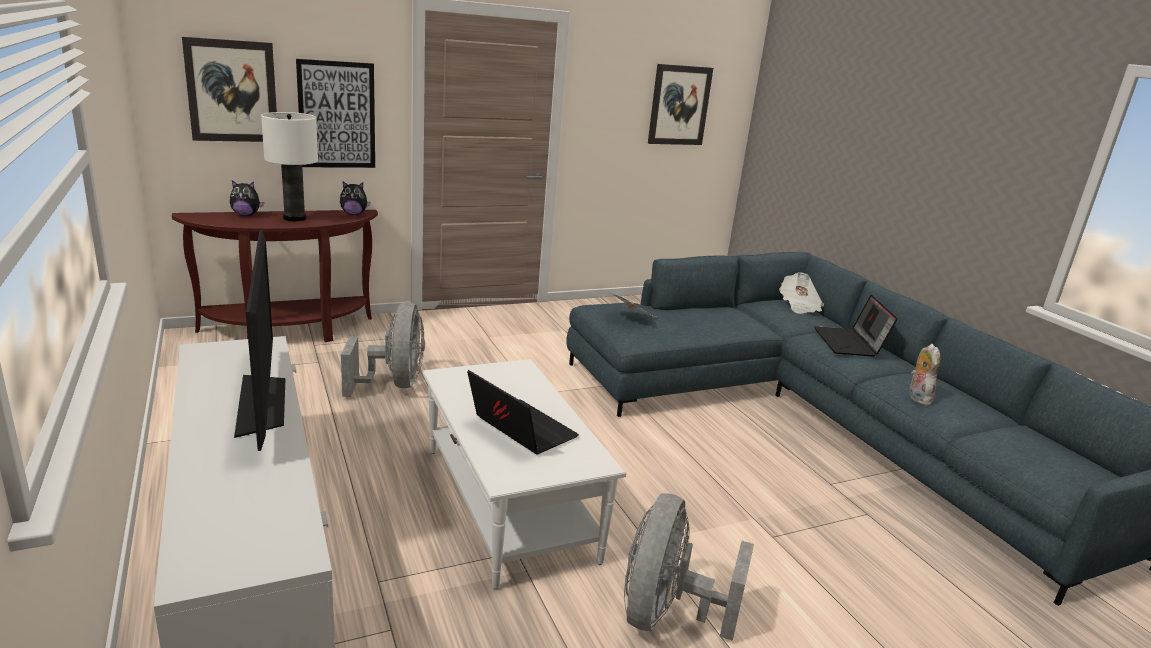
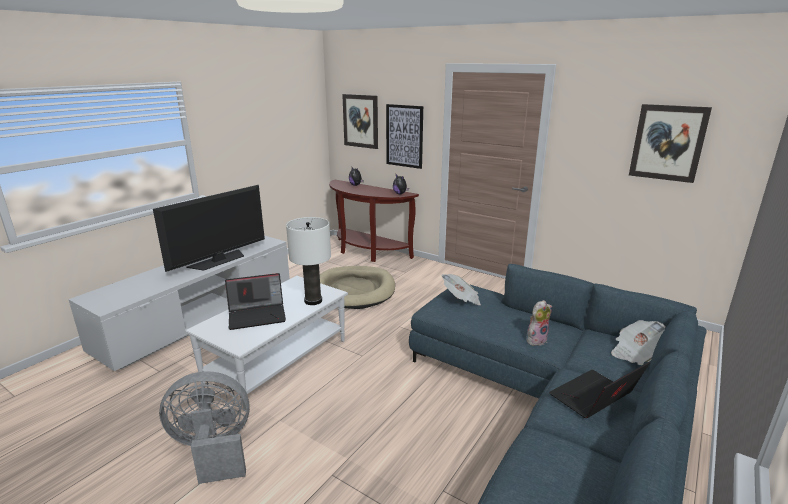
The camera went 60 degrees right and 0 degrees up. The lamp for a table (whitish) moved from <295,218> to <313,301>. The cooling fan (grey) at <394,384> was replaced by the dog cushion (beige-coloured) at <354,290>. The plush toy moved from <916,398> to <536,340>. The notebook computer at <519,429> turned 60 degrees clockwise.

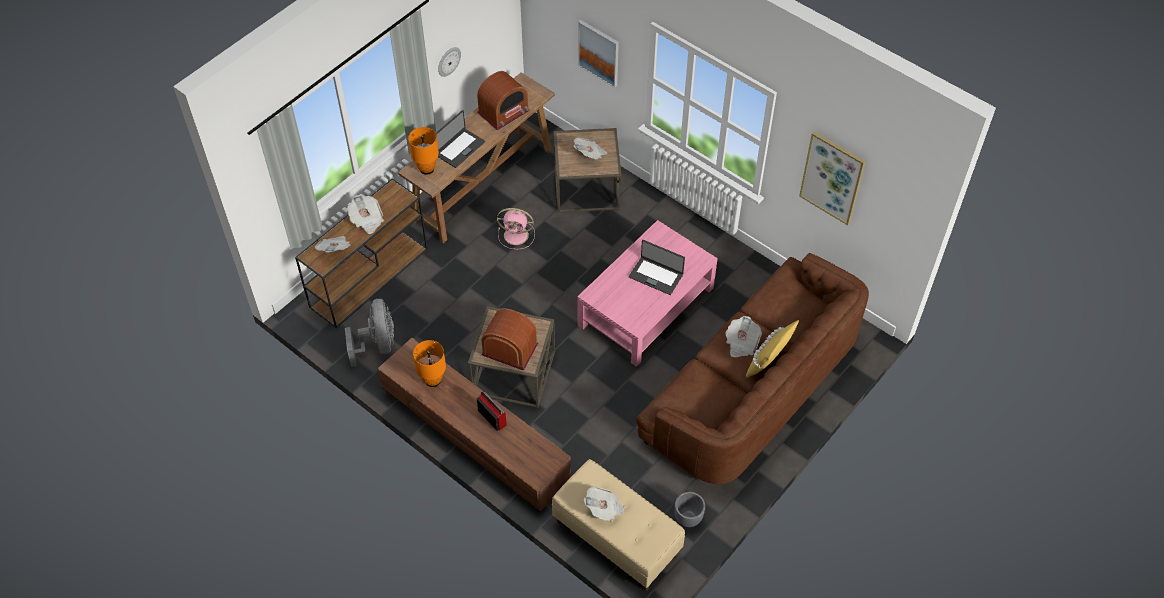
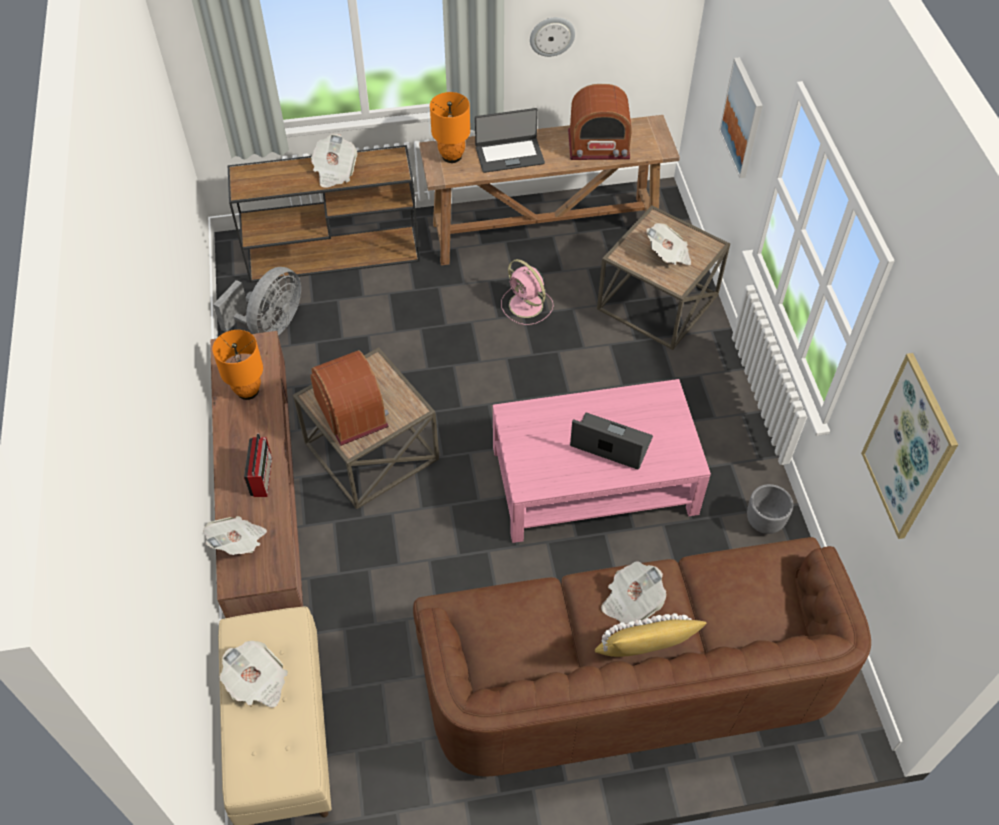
The camera went 40 degrees right and 0 degrees up. The printed paper moved from <335,250> to <238,542>. The notebook computer at <656,275> turned 135 degrees clockwise. The flower pot (grey) moved from <688,518> to <763,523>.

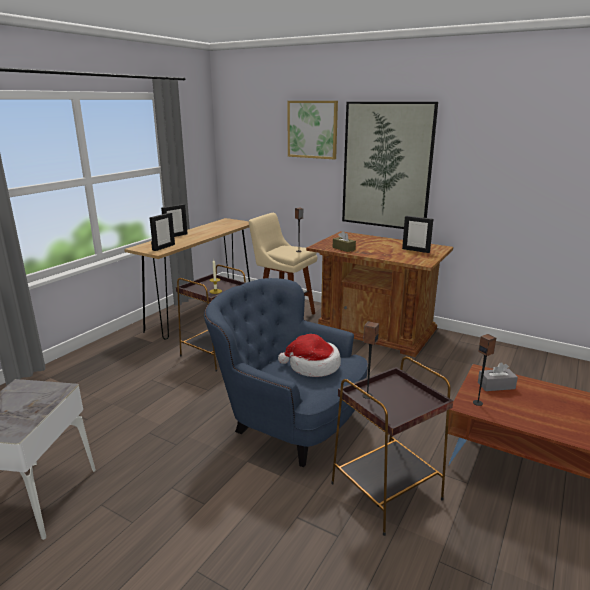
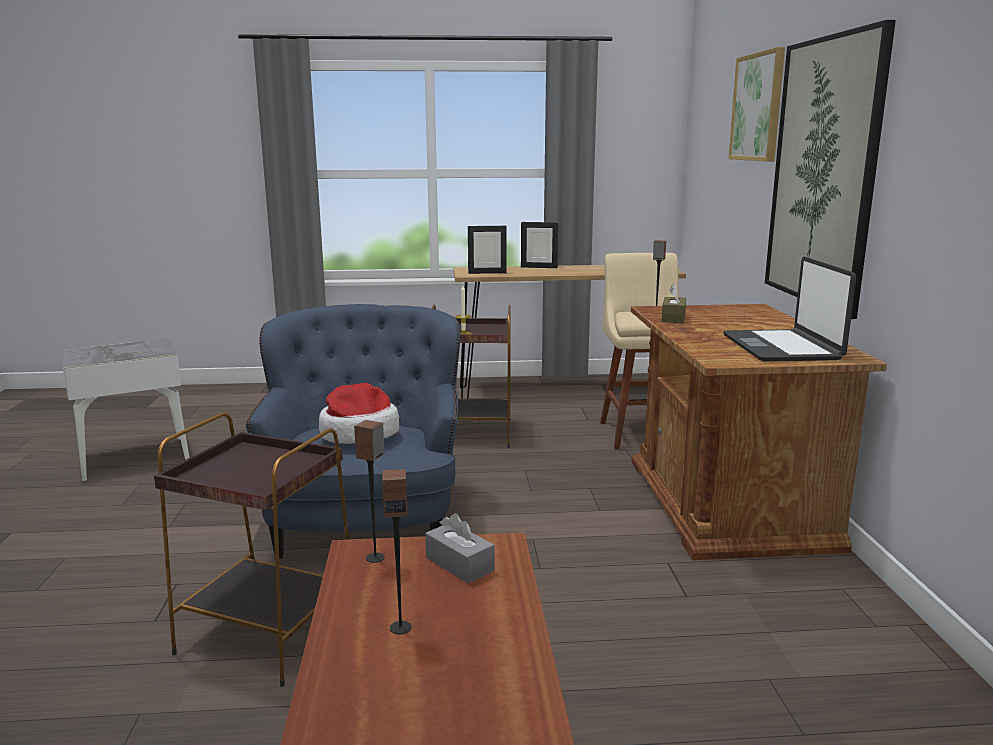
The camera went 55 degrees right and 5 degrees down. The picture frame at <416,250> was replaced by the notebook computer at <782,347>. The audio speaker moved from <367,395> to <400,627>.

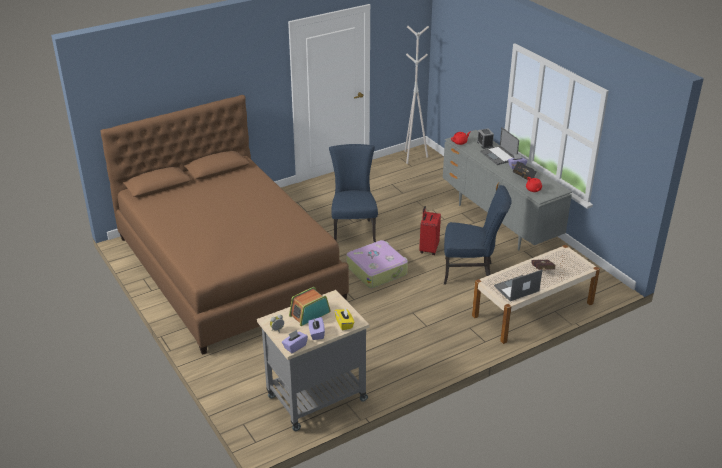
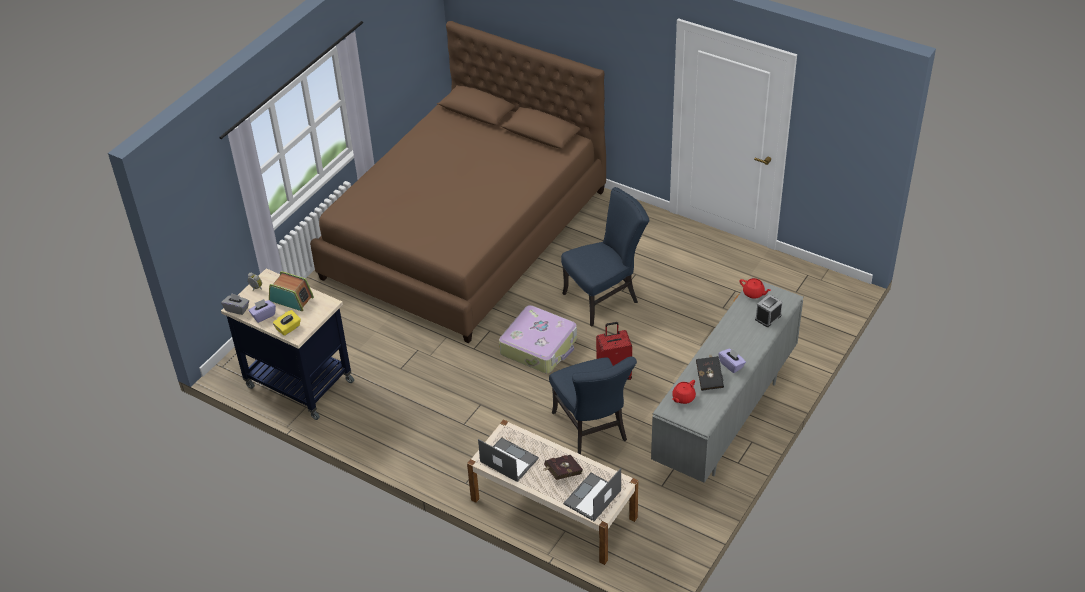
The camera went 65 degrees right and 10 degrees up. The garment rack (grey) at <413,157> disappeared. The notebook computer moved from <499,156> to <592,498>. The wheeled cart (grey) at <316,399> became the wheeled cart (blue-coloured) at <298,384>. The tissue holder (purplish) at <295,346> became the tissue holder (grey) at <237,309>.

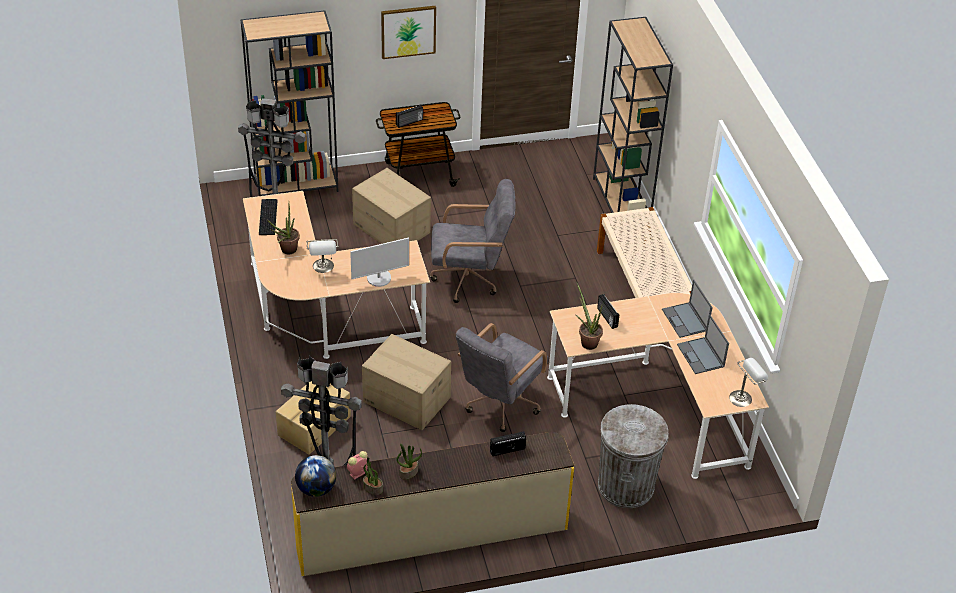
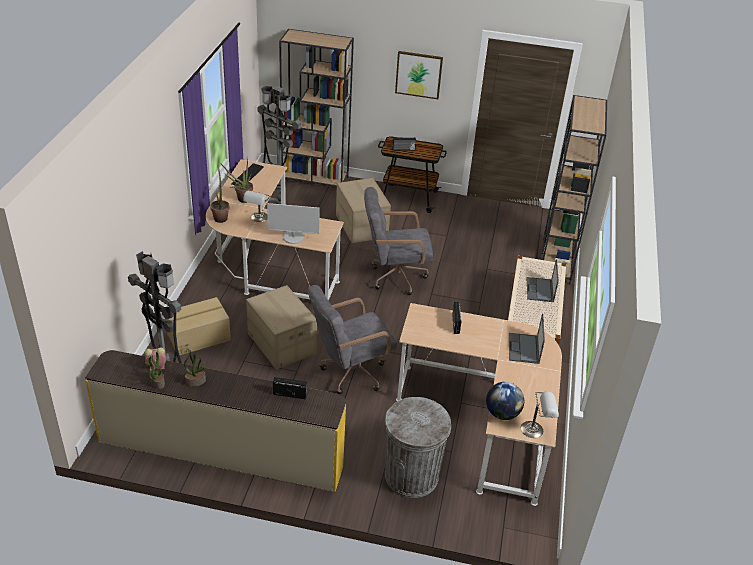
The camera went 25 degrees right and 5 degrees down. The office chair (grey) at <470,281> turned 150 degrees clockwise. The houseplant moved from <587,341> to <220,217>. The notebook computer moved from <701,356> to <540,290>. The desk globe moved from <316,489> to <502,413>.

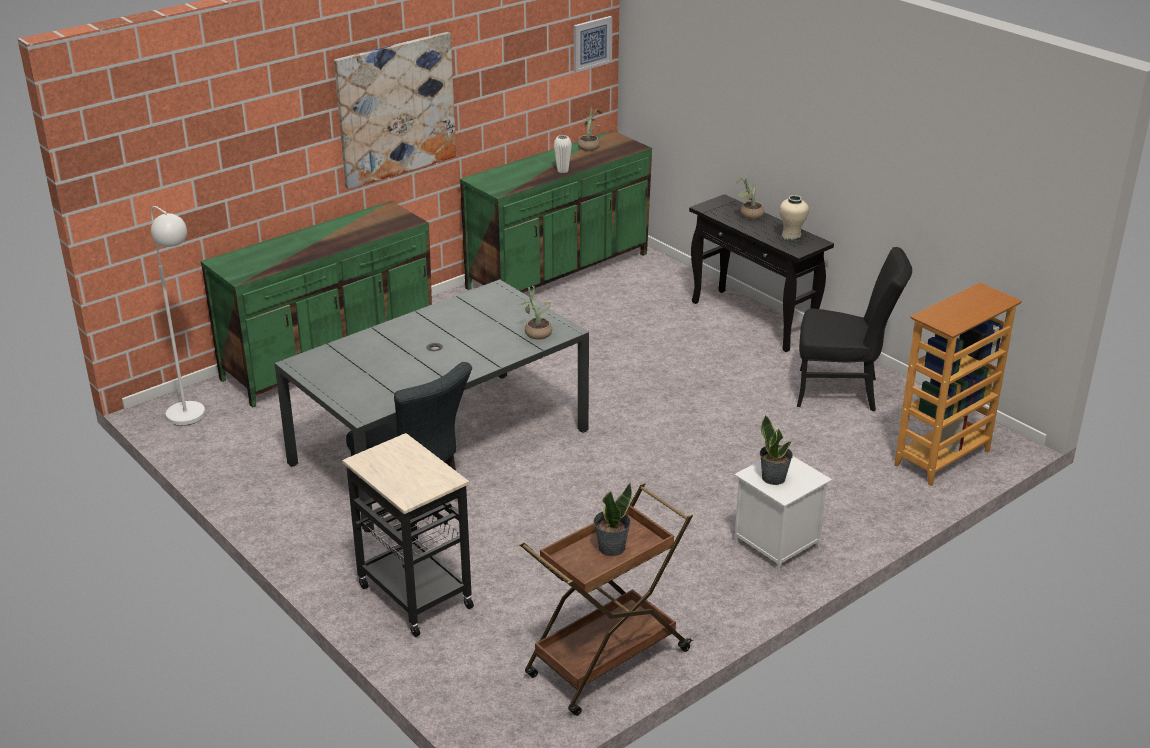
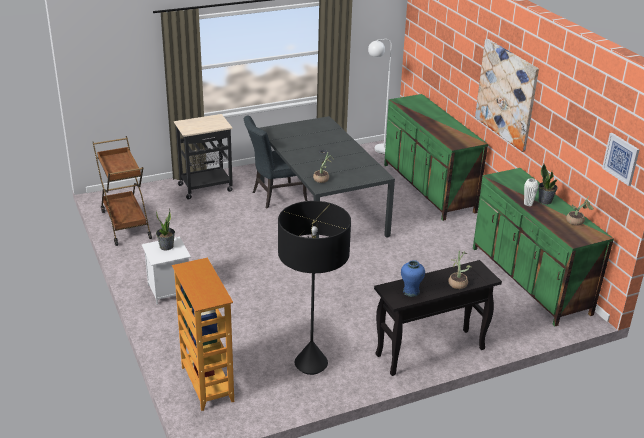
The camera went 105 degrees right and 0 degrees up. The flower vase (beige-coloured) at <791,237> became the flower vase (blue-coloured) at <411,292>. The chair (blackish) at <843,391> was replaced by the floor lamp (blackish) at <311,366>. The houseplant moved from <611,547> to <545,201>.

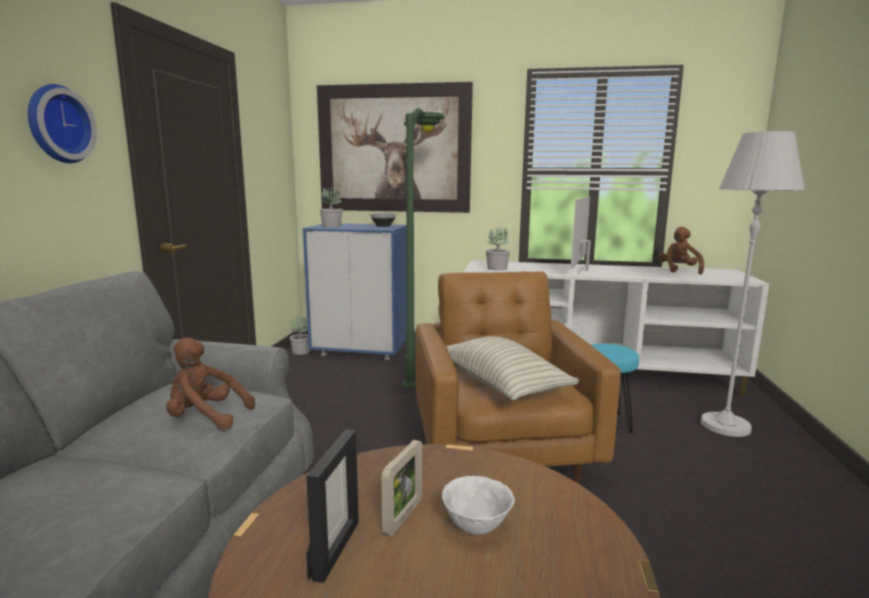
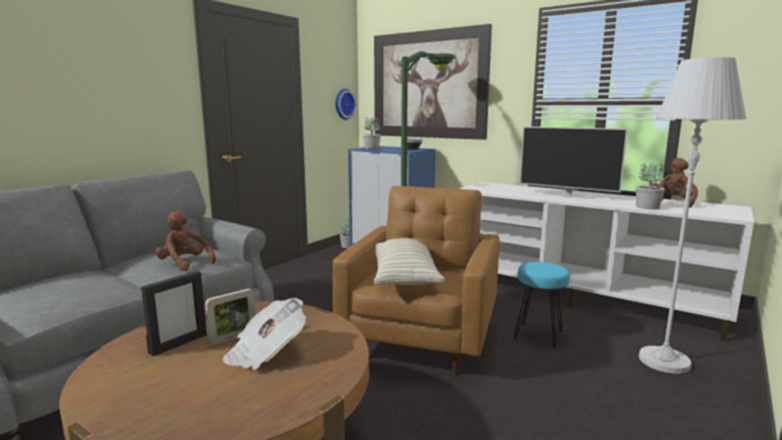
The camera went 25 degrees right and 0 degrees up. The clock on the wall moved from <57,124> to <343,104>. The TV at <582,270> turned 105 degrees counterclockwise. The houseplant moved from <497,268> to <648,207>. The serving bowl (whitish) at <477,527> was replaced by the printed paper at <266,353>.

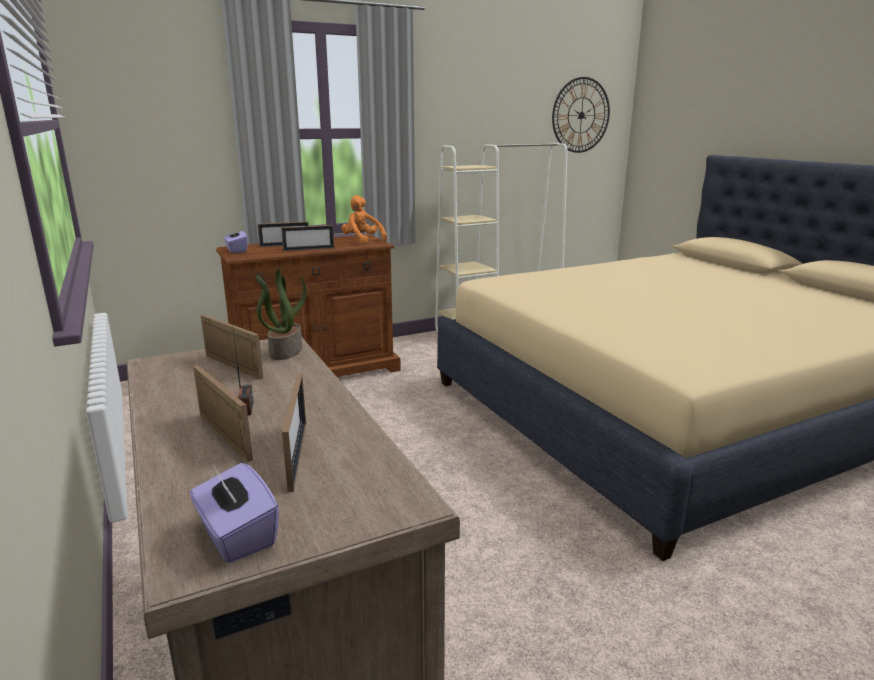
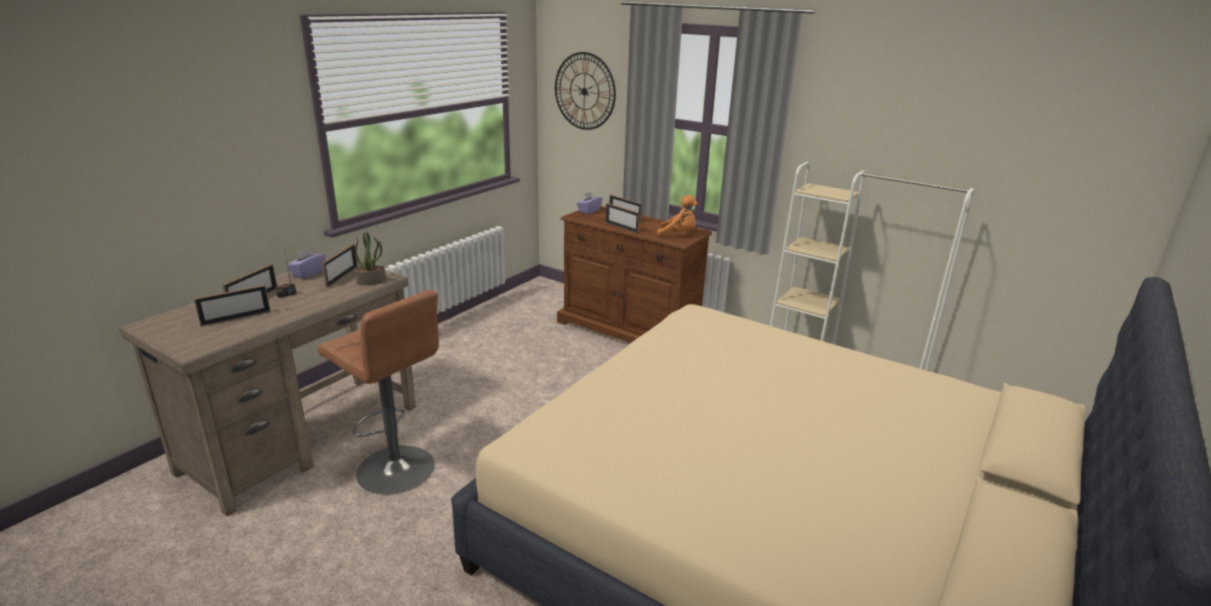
The camera went 60 degrees right and 5 degrees up. The clock on the wall moved from <581,115> to <584,91>. The plush toy (orange) at <362,241> turned 90 degrees clockwise. The tissue holder (purplish) moved from <236,536> to <308,273>. The sitting stool (brown-coloured) at <395,470> appeared.

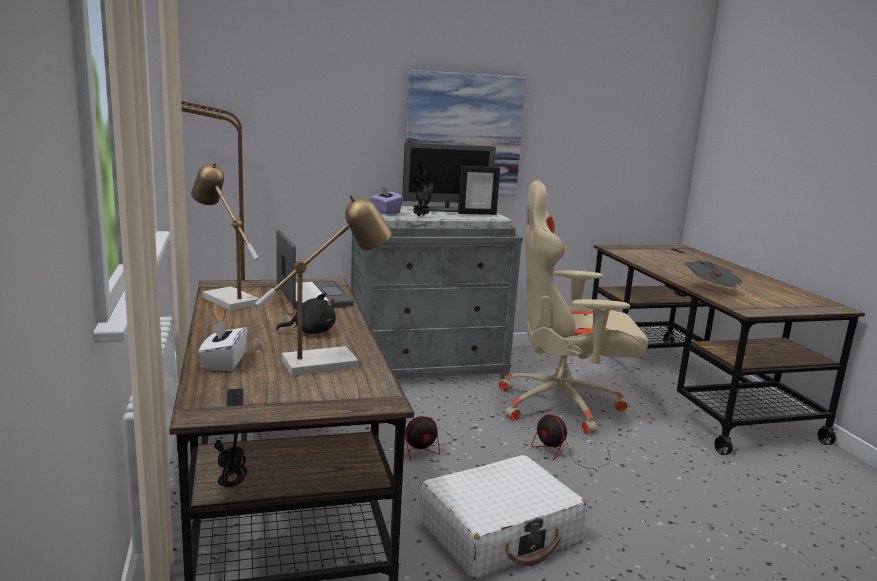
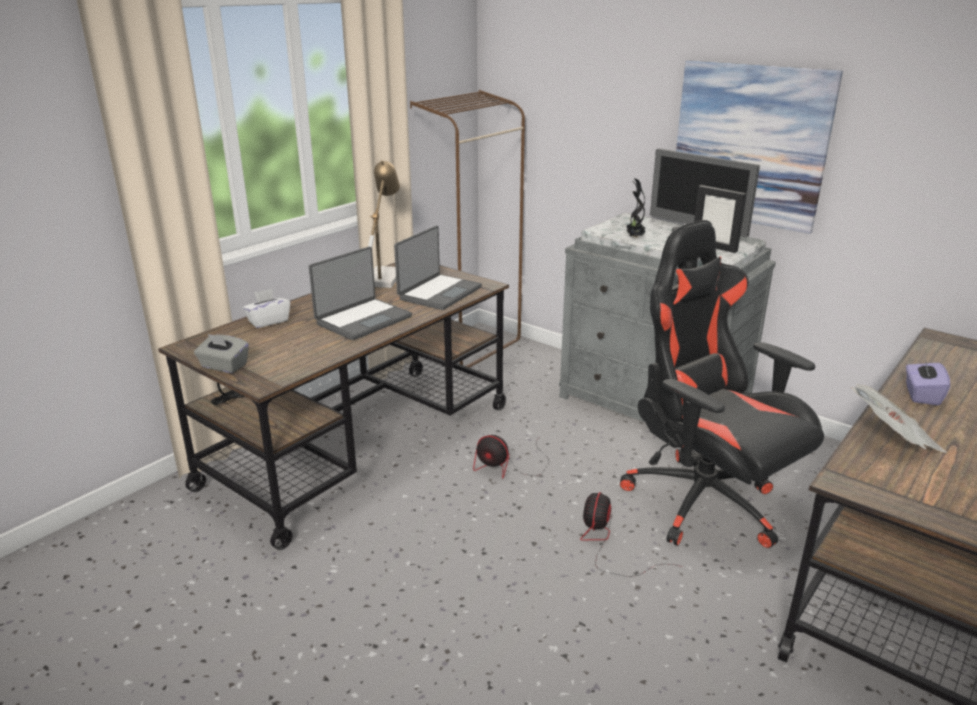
The camera went 55 degrees right and 10 degrees up. The office chair (beige-coloured) at <568,407> became the office chair (blackish) at <711,510>. The tissue holder (purplish) moved from <385,212> to <921,395>. The lamp for a table at <329,362> disappeared. The plush toy (blackish) at <311,331> was replaced by the notebook computer at <362,320>. The suitcase (whitish) at <500,533> disappeared. The tissue holder (grey) at <224,366> appeared.

